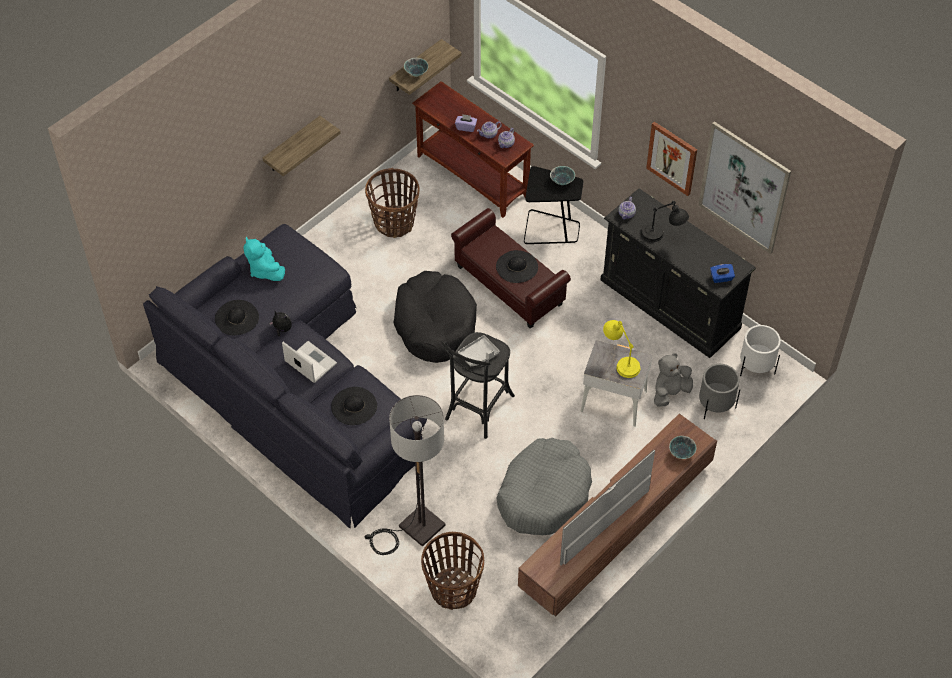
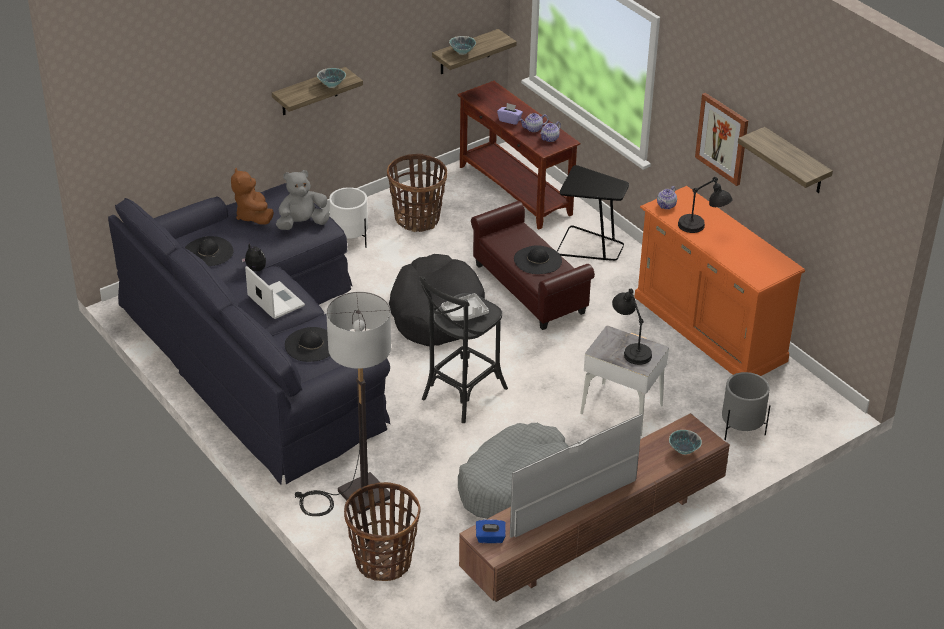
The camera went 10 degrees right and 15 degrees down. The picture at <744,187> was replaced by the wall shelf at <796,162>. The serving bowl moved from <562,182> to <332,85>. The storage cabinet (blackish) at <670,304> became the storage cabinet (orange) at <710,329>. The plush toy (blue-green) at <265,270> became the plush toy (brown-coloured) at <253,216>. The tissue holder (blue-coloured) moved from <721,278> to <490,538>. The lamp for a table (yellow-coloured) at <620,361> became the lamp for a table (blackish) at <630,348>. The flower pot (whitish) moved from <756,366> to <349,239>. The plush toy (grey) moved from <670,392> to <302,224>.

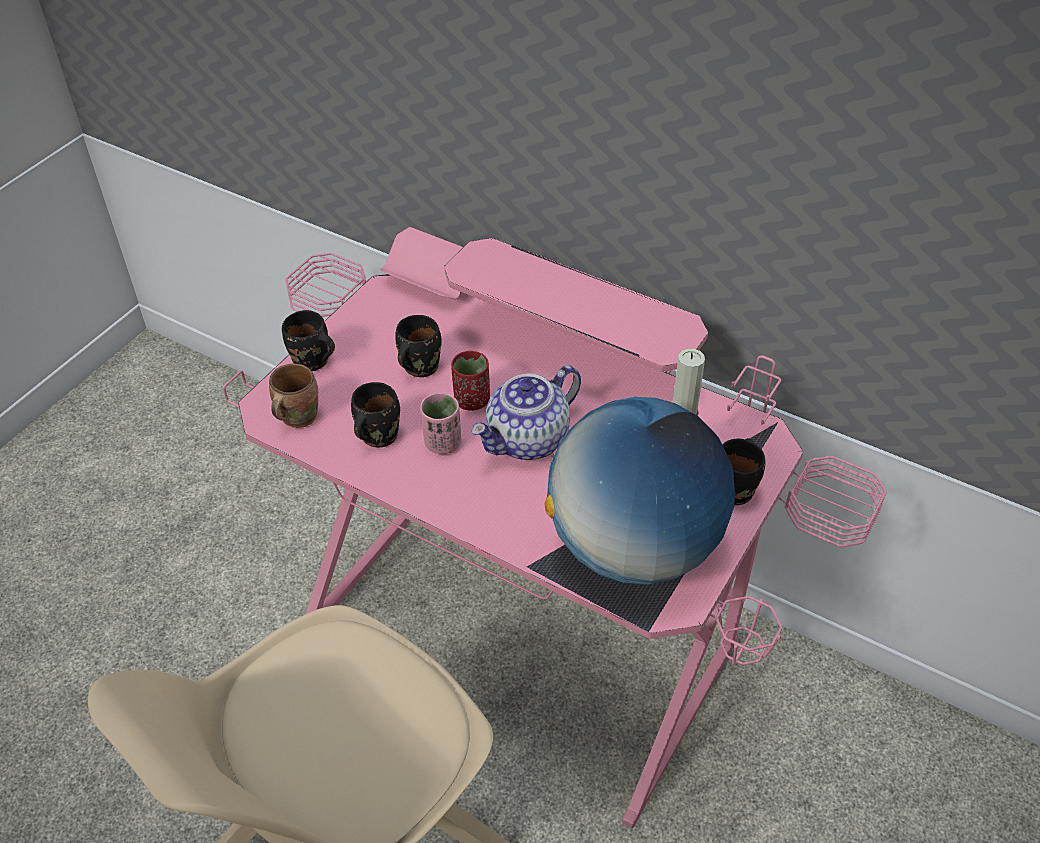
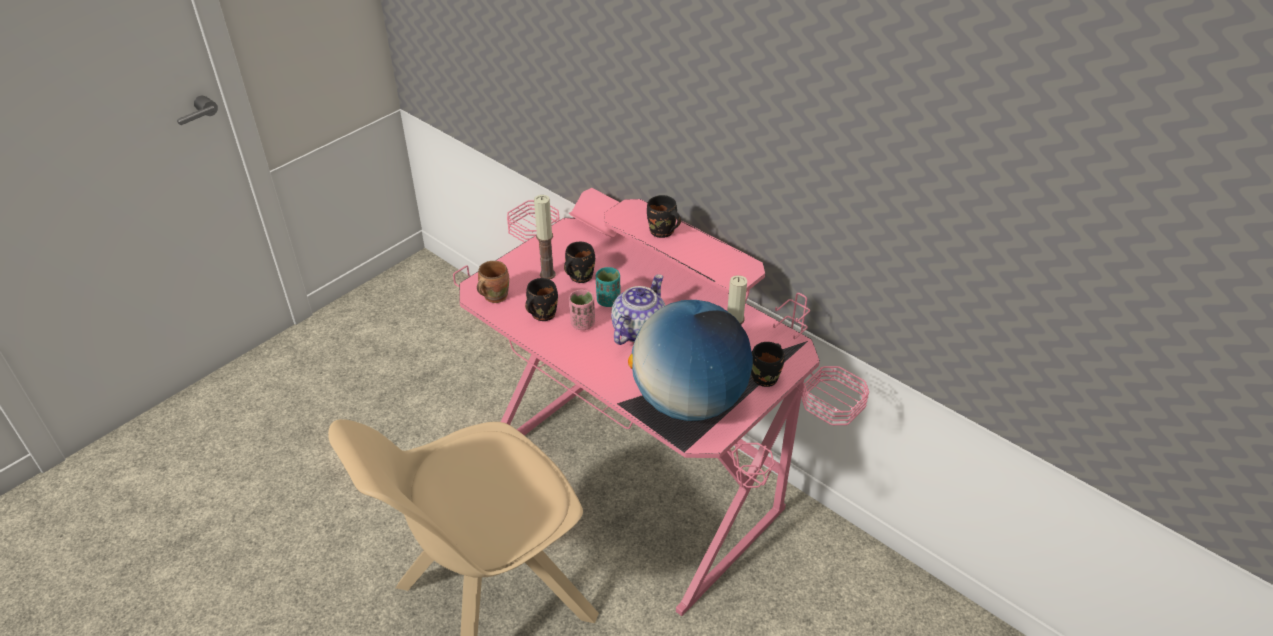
The camera went 10 degrees right and 5 degrees down. The coffee mug (blackish) moved from <312,363> to <662,233>. The small cup (red-coloured) at <472,400> became the small cup (blue-green) at <608,301>. The teapot at <528,440> turned 150 degrees clockwise. The wax light at <547,274> appeared.

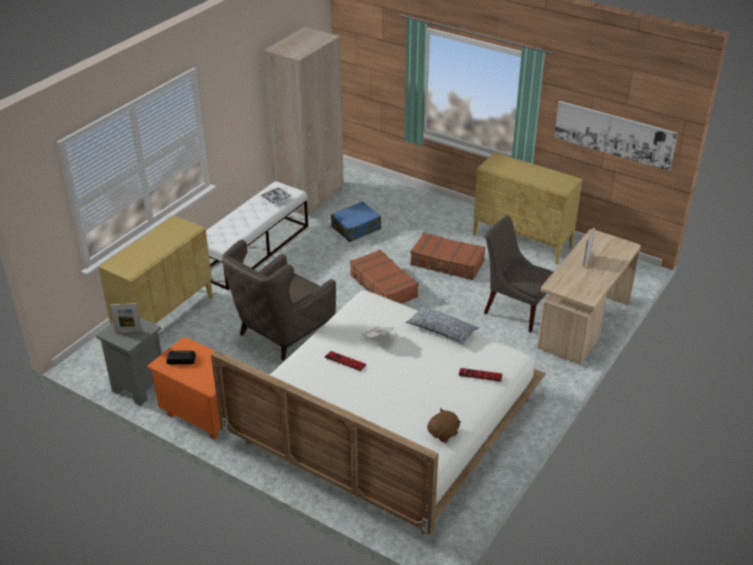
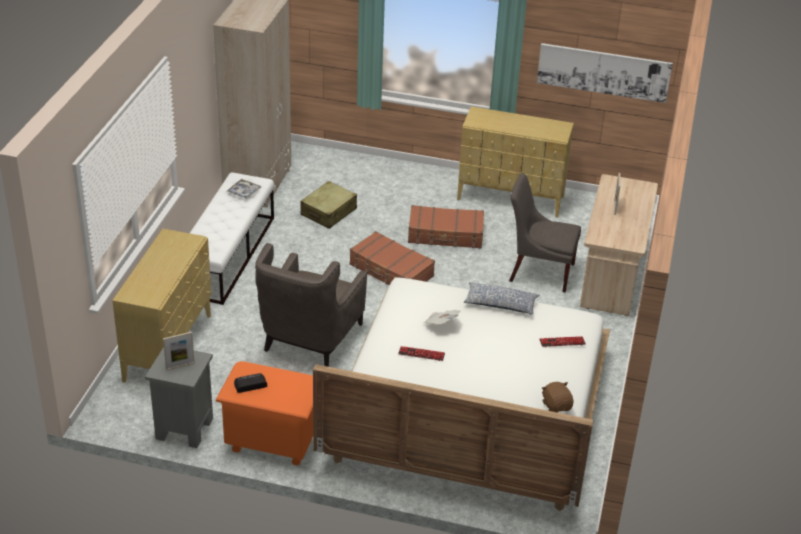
The camera went 20 degrees left and 0 degrees up. The suitcase (blue-coloured) at <356,228> became the suitcase (beige-coloured) at <329,212>. The plush toy (brown-coloured) at <443,433> turned 45 degrees counterclockwise.

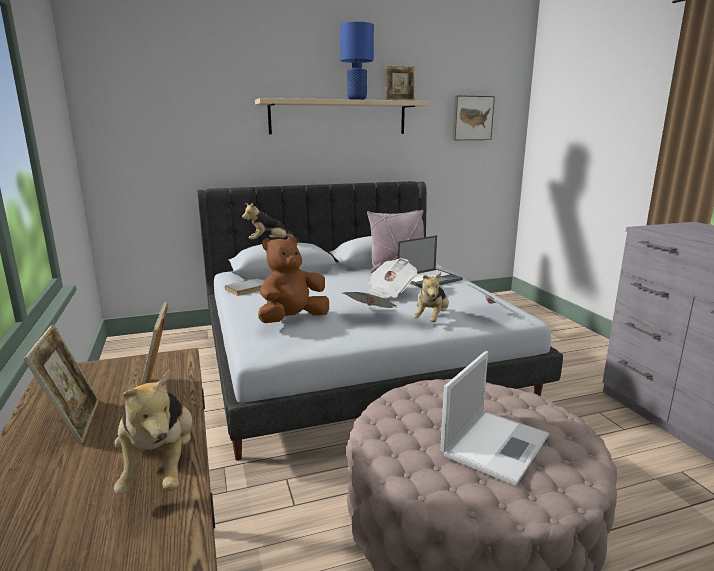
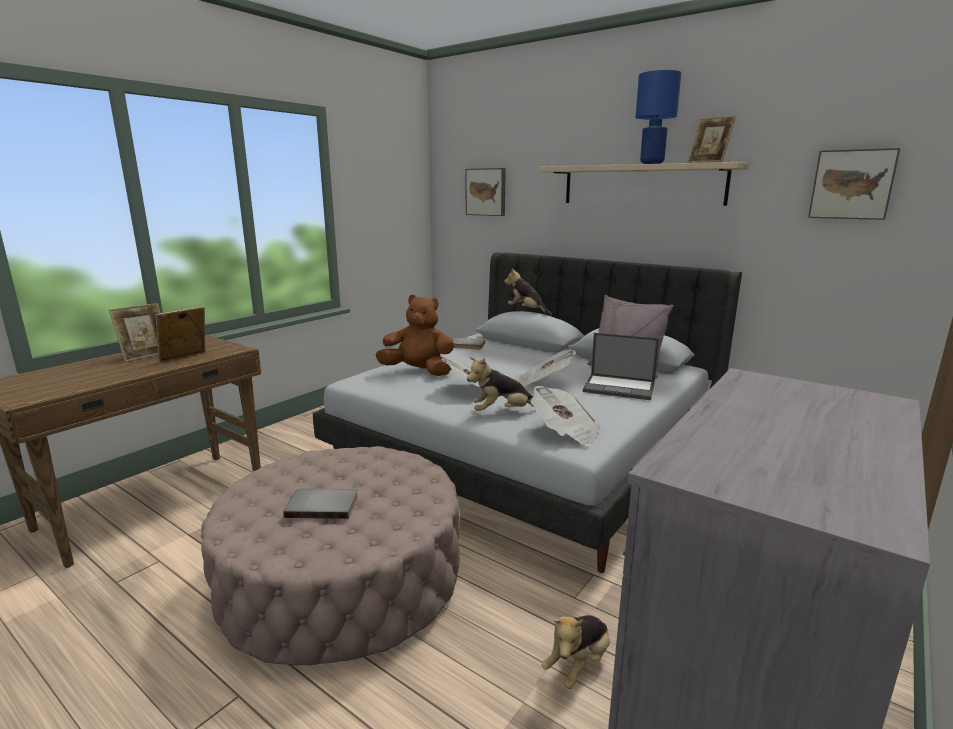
The camera went 55 degrees right and 0 degrees up. The notebook computer at <496,444> was replaced by the book (grey) at <323,505>. The plush toy moved from <161,468> to <578,664>. The picture at <486,192> appeared.

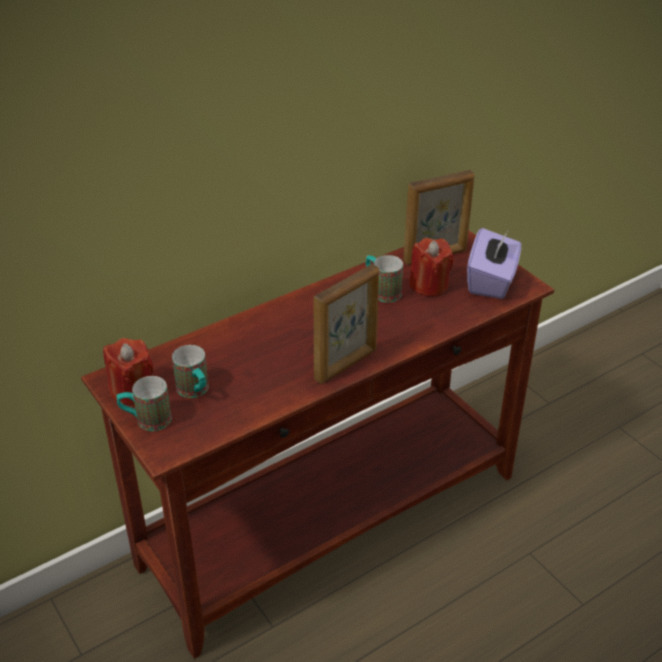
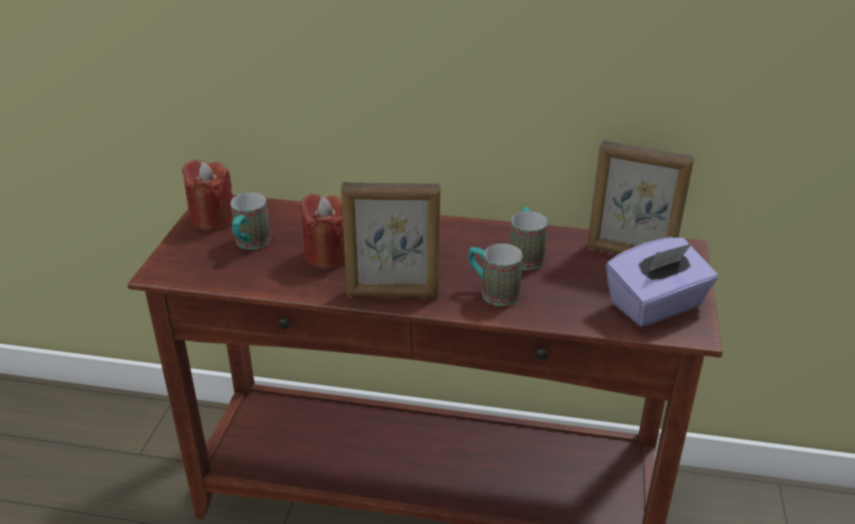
The camera went 45 degrees right and 5 degrees down. The wax light (red-coloured) moved from <429,286> to <327,256>. The coffee mug moved from <146,420> to <492,292>.

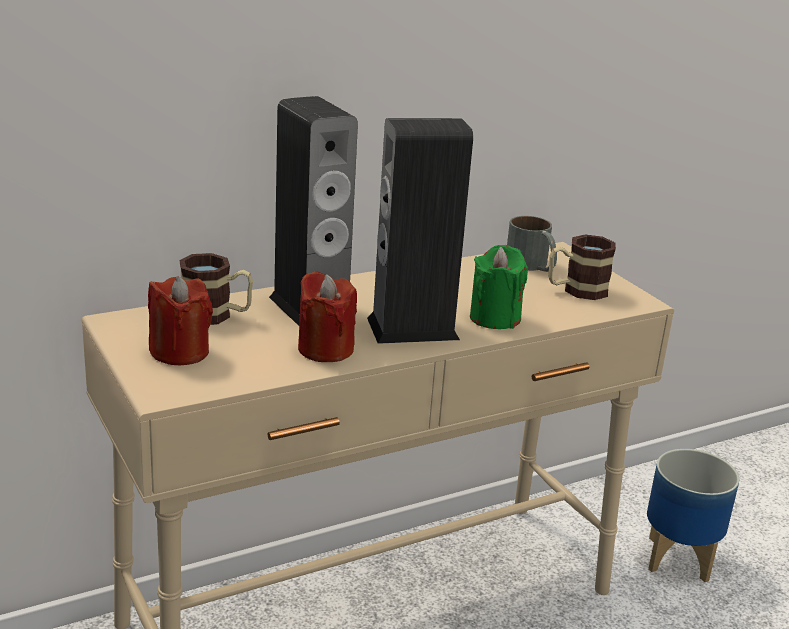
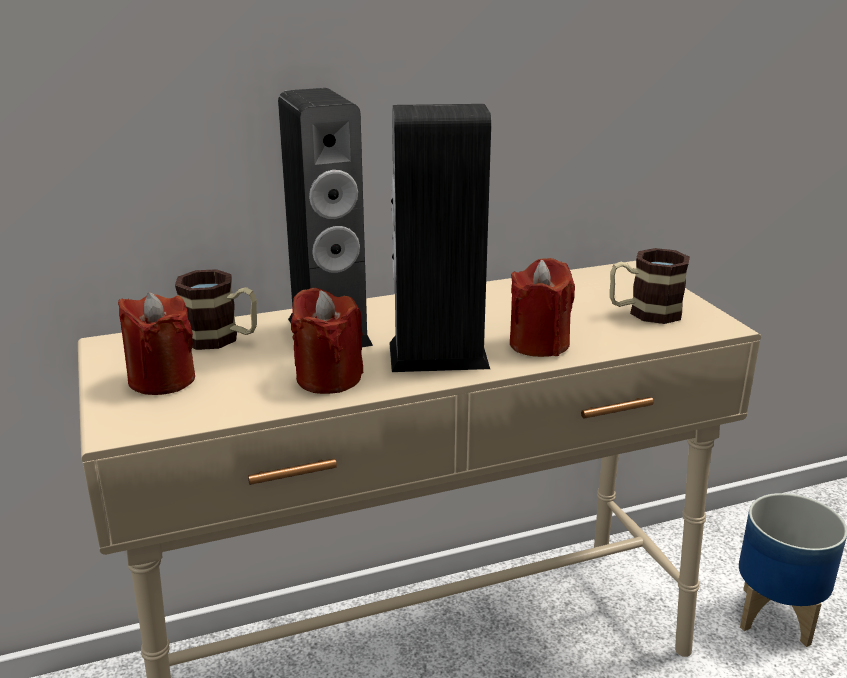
The camera went 10 degrees right and 0 degrees up. The coffee mug (grey) at <532,266> disappeared. The wax light (green-coloured) at <495,318> became the wax light (red-coloured) at <539,344>.

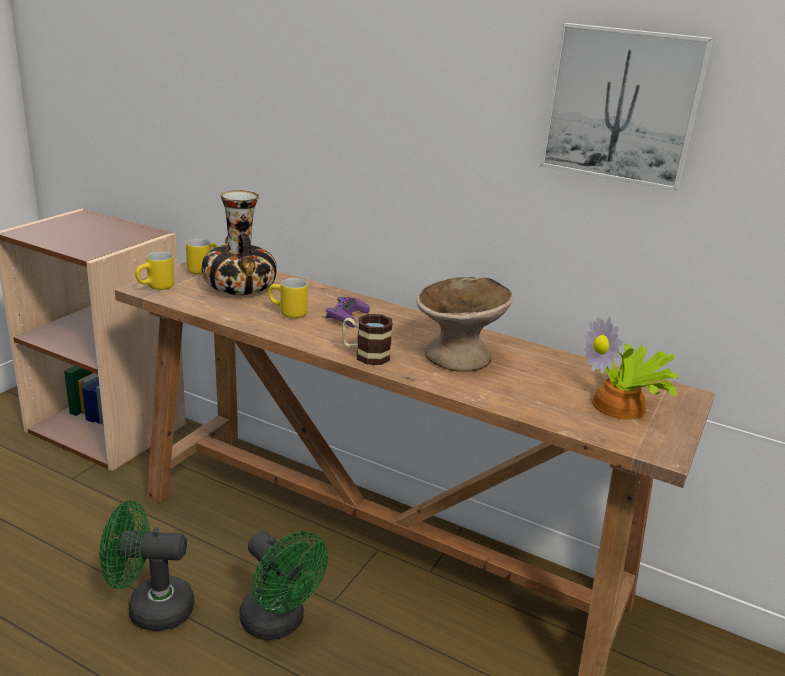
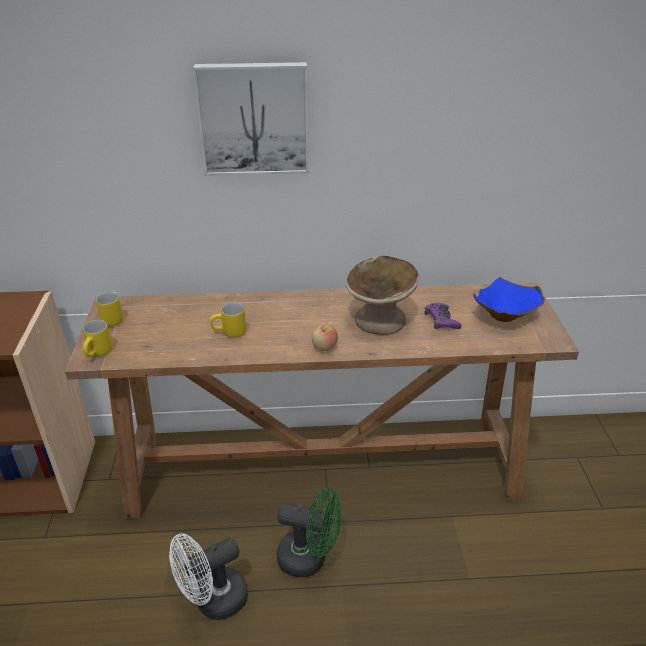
The camera went 30 degrees left and 10 degrees up. The picture moved from <623,105> to <254,118>. The flower vase at <239,287> disappeared. The gamepad (purplish) moved from <347,316> to <441,320>. The coffee mug at <365,355> was replaced by the apple at <324,347>. The houseplant at <622,406> was replaced by the serving bowl (blue-coloured) at <505,316>. The cooling fan (green-coloured) at <150,608> became the cooling fan (whitish) at <213,601>.

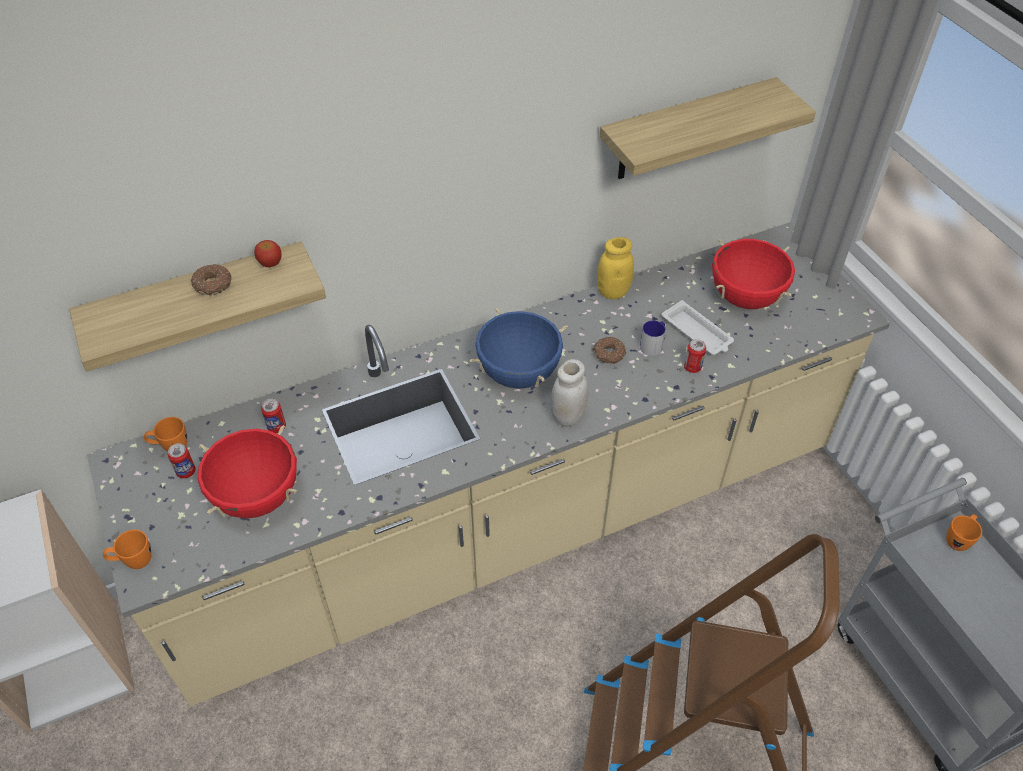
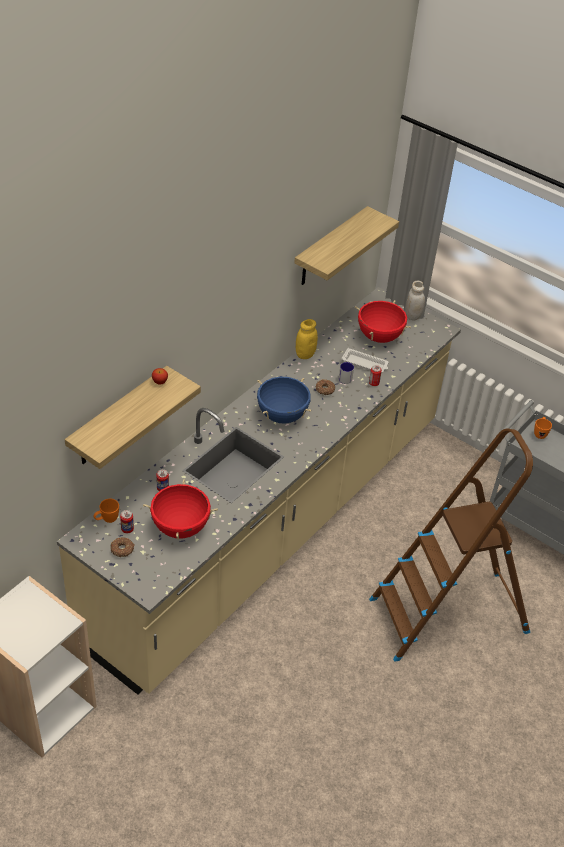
The camera went 30 degrees left and 5 degrees down. The ring doughnut moved from <213,285> to <122,549>. The jar (whitish) moved from <568,416> to <413,316>. The coffee mug (orange) at <133,562> disappeared.

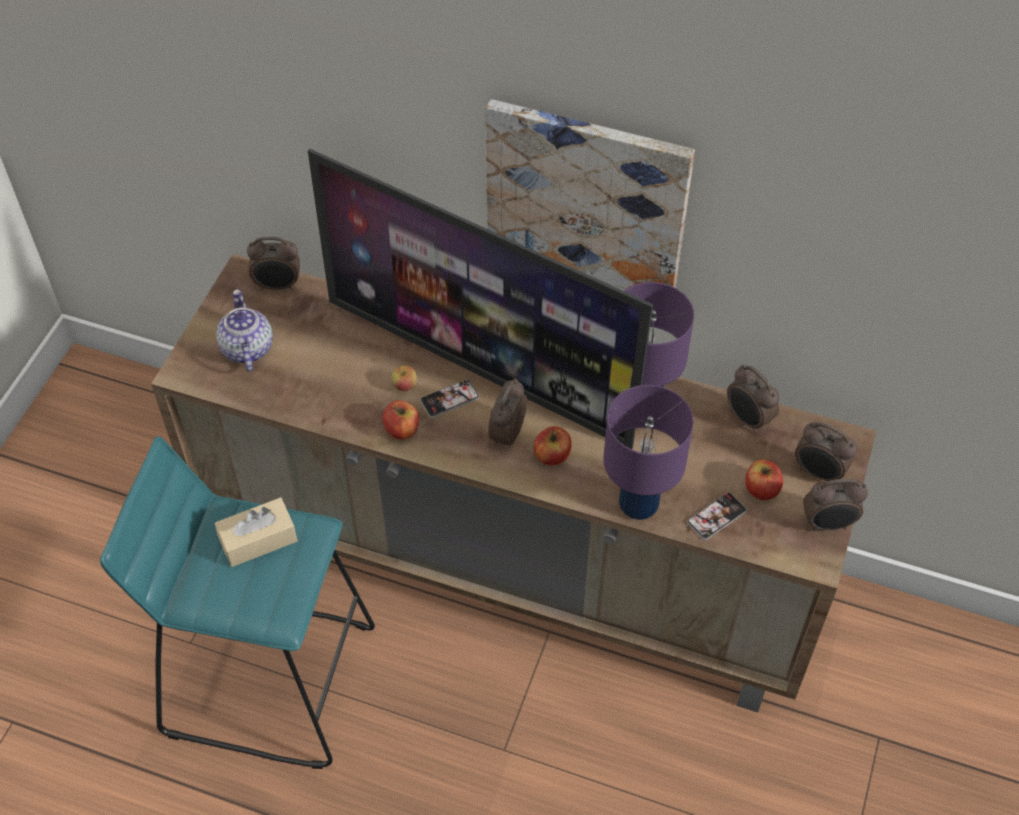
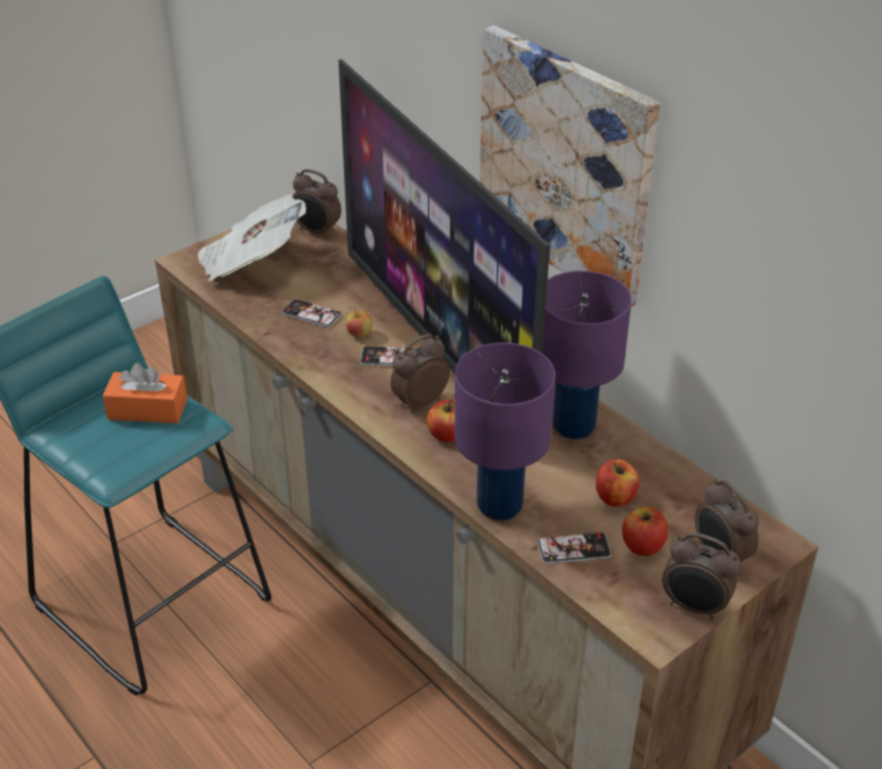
The camera went 30 degrees right and 15 degrees down. The teapot at <246,348> was replaced by the printed paper at <251,263>. The table clock at <747,419> disappeared. The apple moved from <402,429> to <615,497>. The tissue holder (beige-coloured) at <258,540> became the tissue holder (orange) at <147,409>. The handset at <311,314> appeared.

